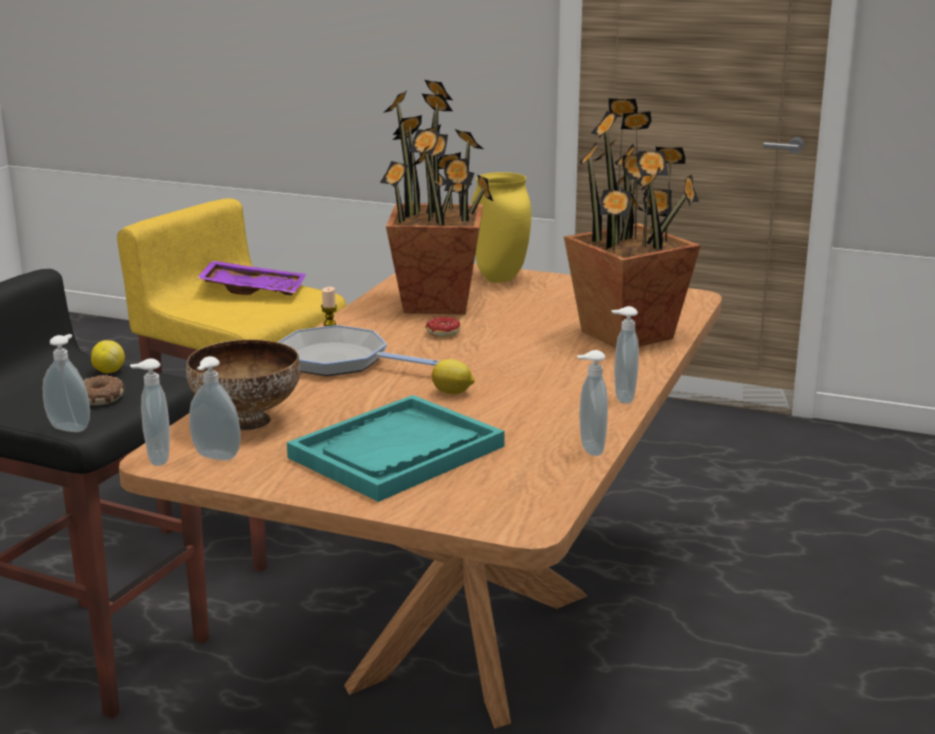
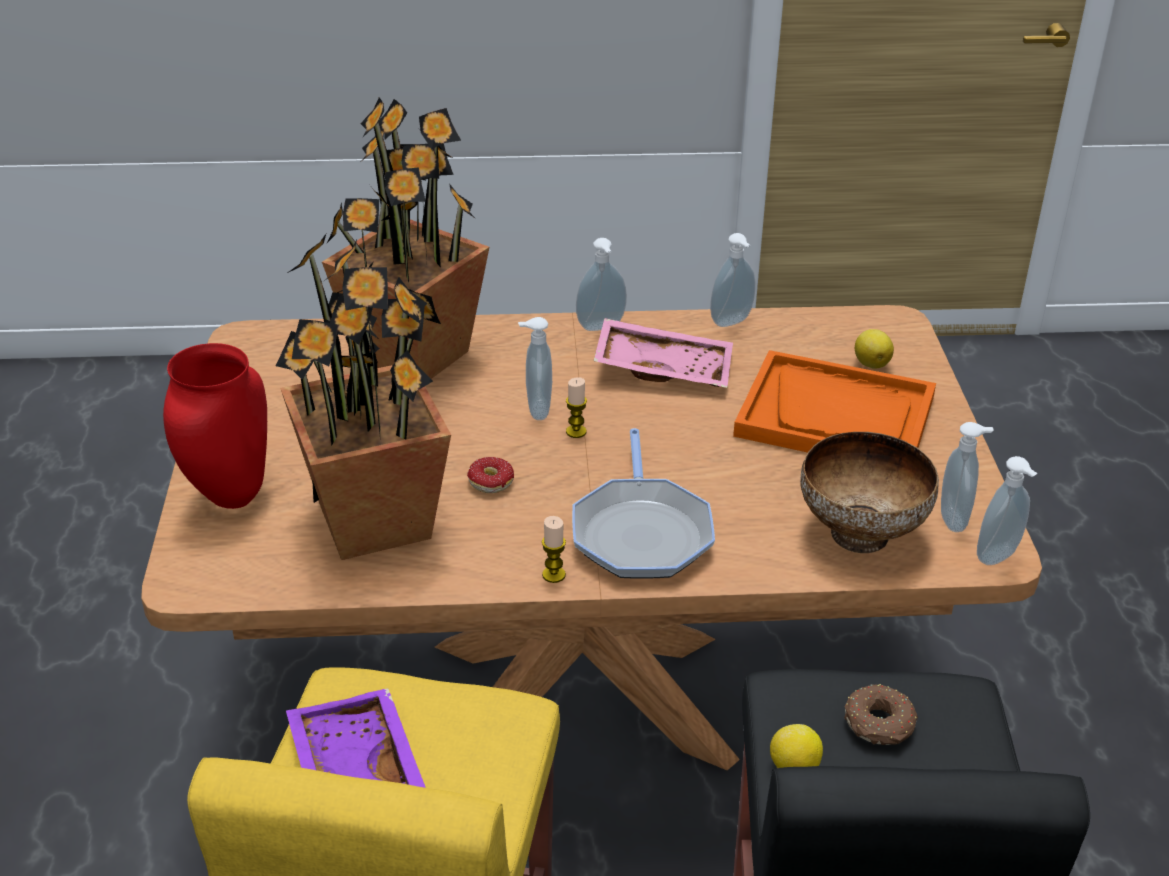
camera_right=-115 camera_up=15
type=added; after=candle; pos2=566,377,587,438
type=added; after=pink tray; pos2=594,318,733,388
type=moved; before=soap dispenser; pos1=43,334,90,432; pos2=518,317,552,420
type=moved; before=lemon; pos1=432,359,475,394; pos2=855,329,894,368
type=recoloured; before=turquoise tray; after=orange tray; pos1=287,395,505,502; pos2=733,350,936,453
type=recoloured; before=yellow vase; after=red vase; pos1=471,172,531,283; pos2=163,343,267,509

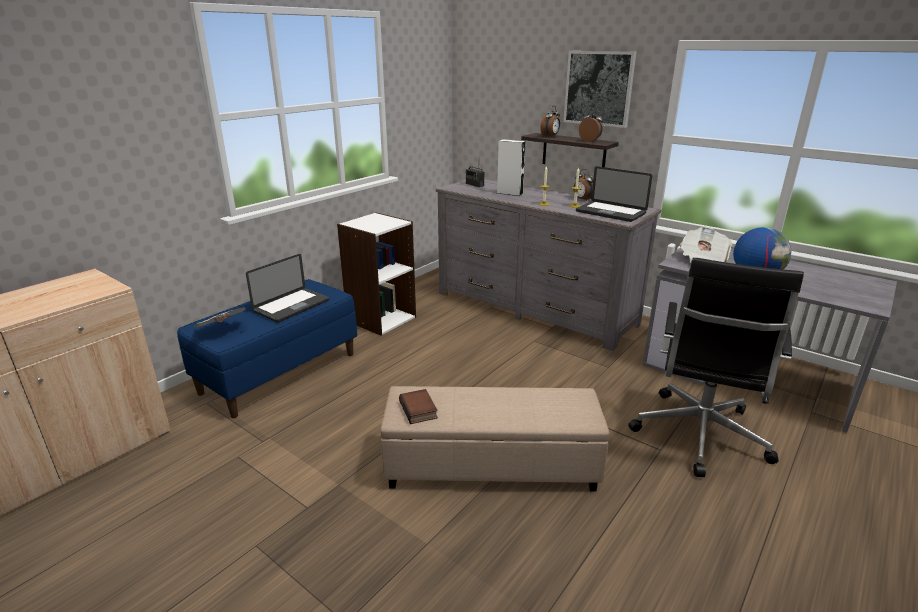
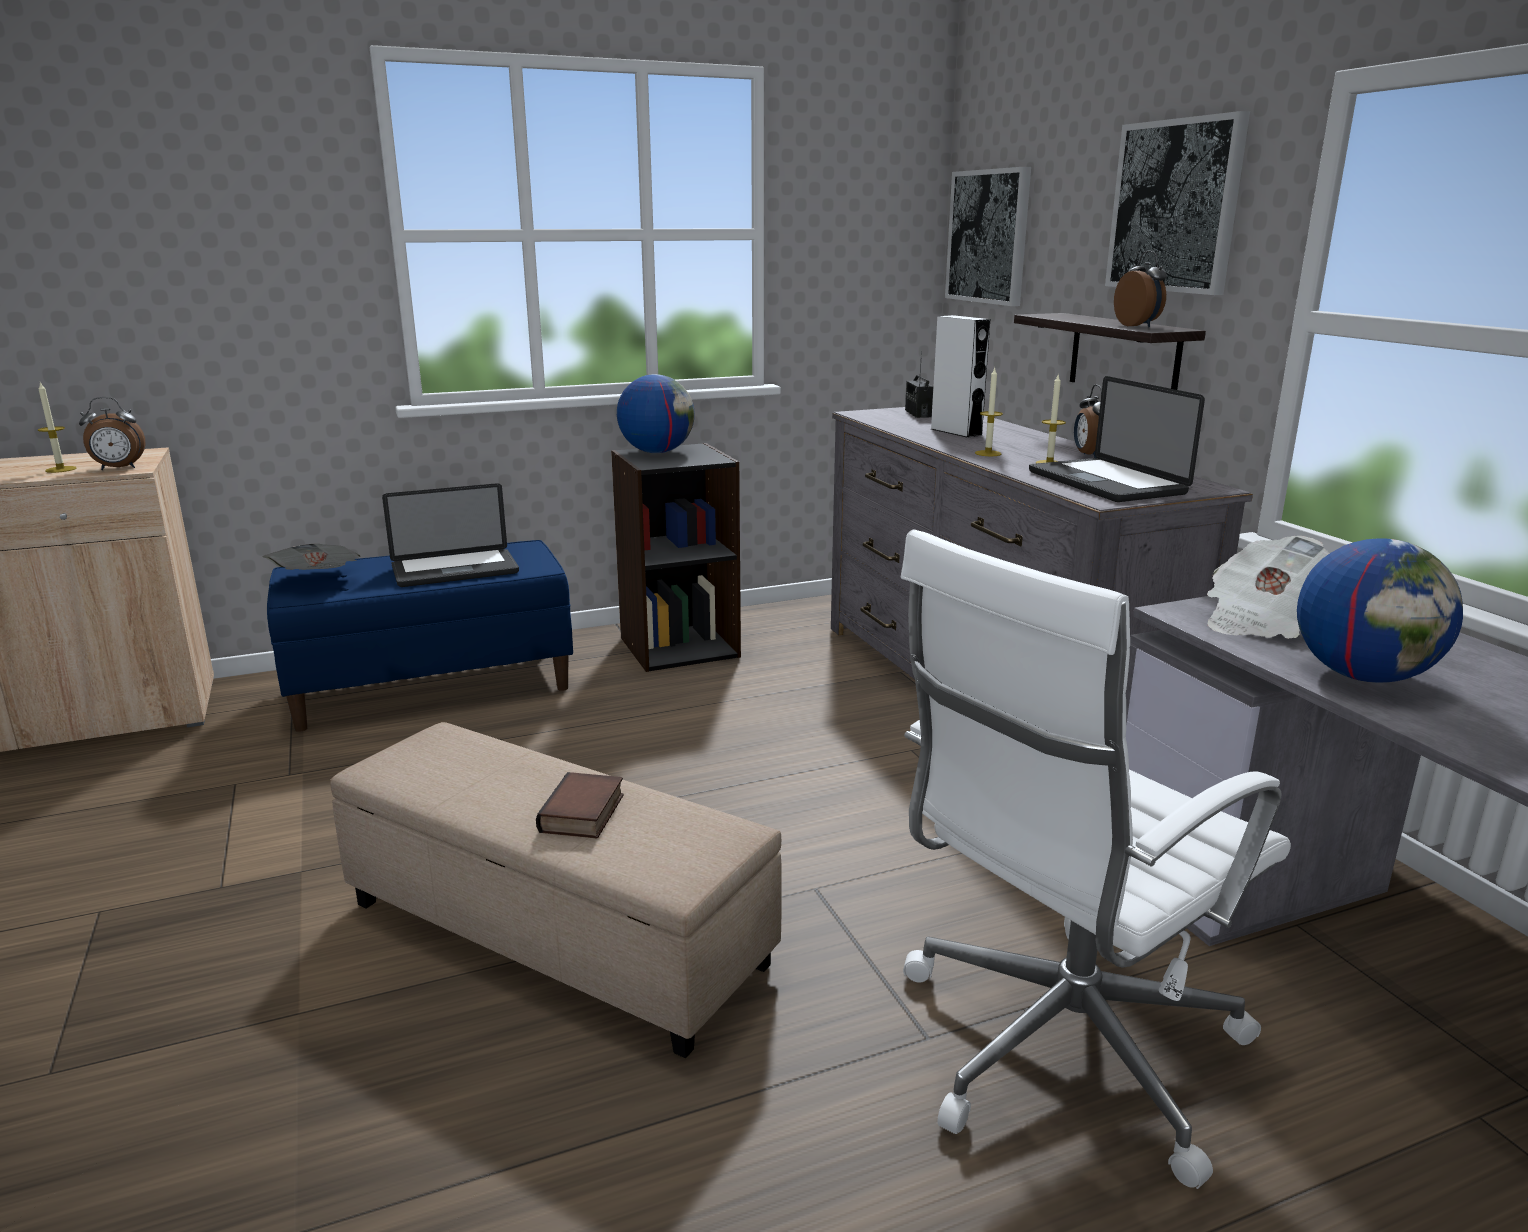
camera_right=30 camera_up=-5
type=added; after=candle; pos2=38,382,77,473
type=added; after=globe; pos2=617,374,695,453
type=added; after=picture; pos2=945,167,1031,306
type=moved; before=book; pos1=399,389,438,424; pos2=536,772,624,839
type=moved; before=alarm clock; pos1=541,106,560,137; pos2=79,397,146,470
type=recoloured; before=white bookcase; after=black bookcase; pos1=337,212,416,336; pos2=611,443,741,672
type=recoloured; before=black office chair; after=white office chair; pos1=628,257,804,477; pos2=901,529,1291,1189

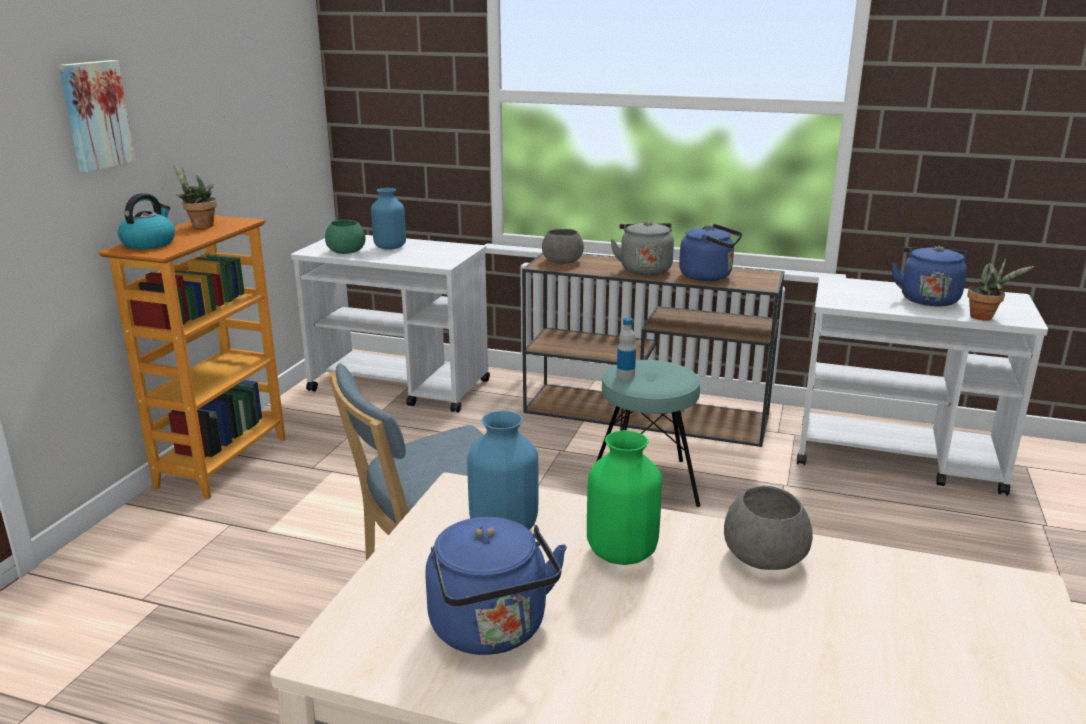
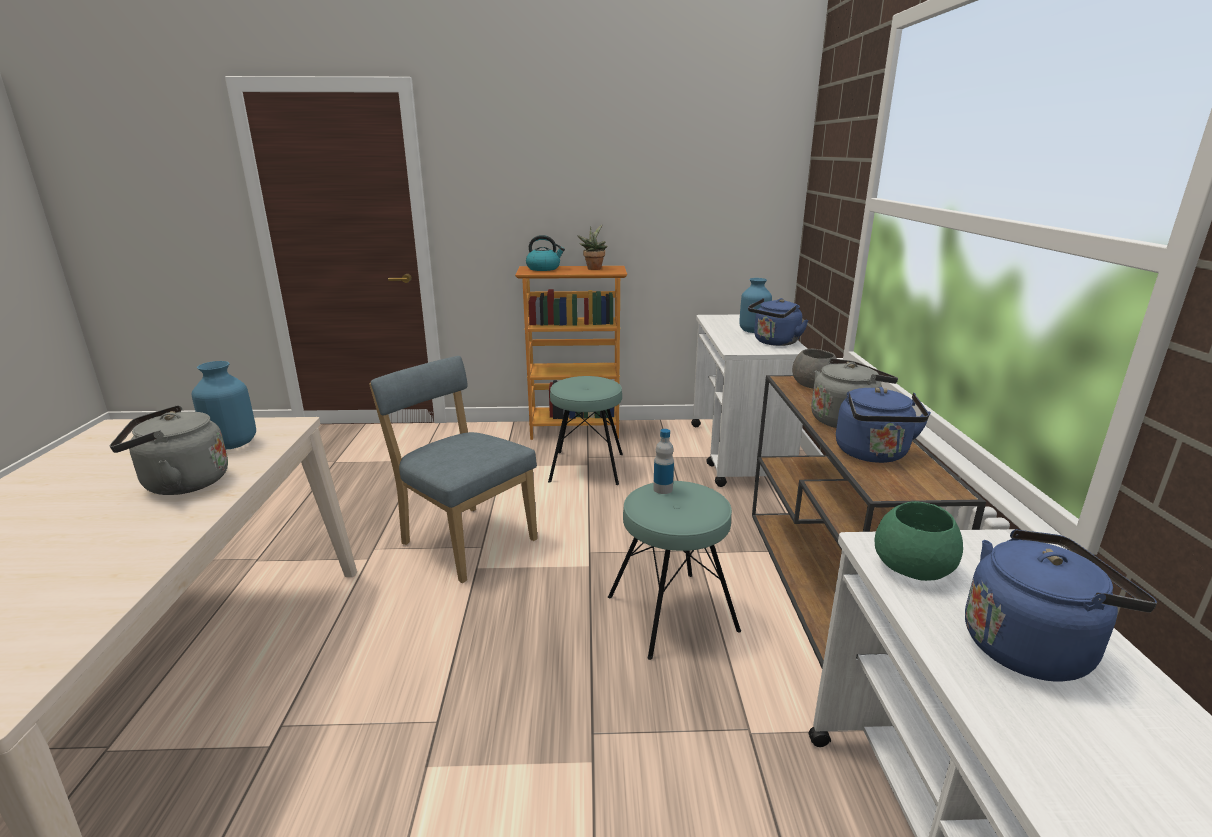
camera_right=70 camera_up=0
type=removed; before=picture; pos1=59,60,136,172
type=removed; before=grey bowl; pos1=724,486,813,570
type=removed; before=potted plant; pos1=967,258,1034,321
type=added; after=turquoise stool; pos2=548,376,623,485
type=moved; before=green bowl; pos1=325,219,365,254; pos2=874,501,963,581
type=moved; before=blue kettle; pos1=425,517,567,655; pos2=748,298,808,346
type=replaced; before=green vase; after=grey kettle; pos1=587,430,662,565; pos2=110,405,228,495

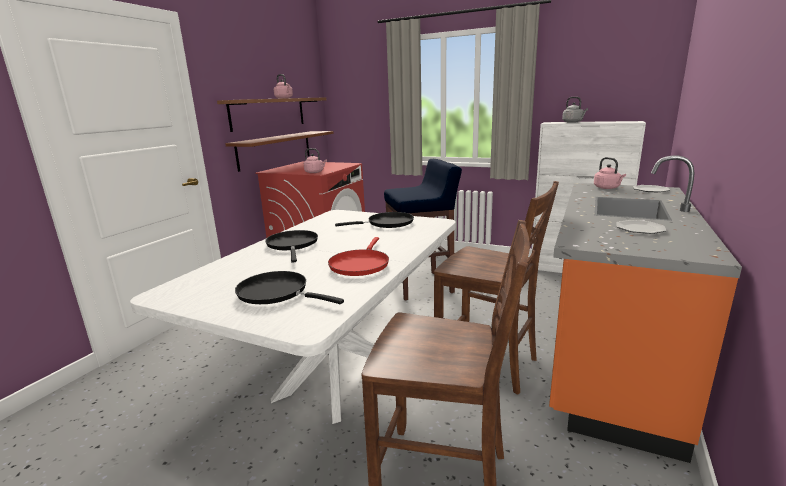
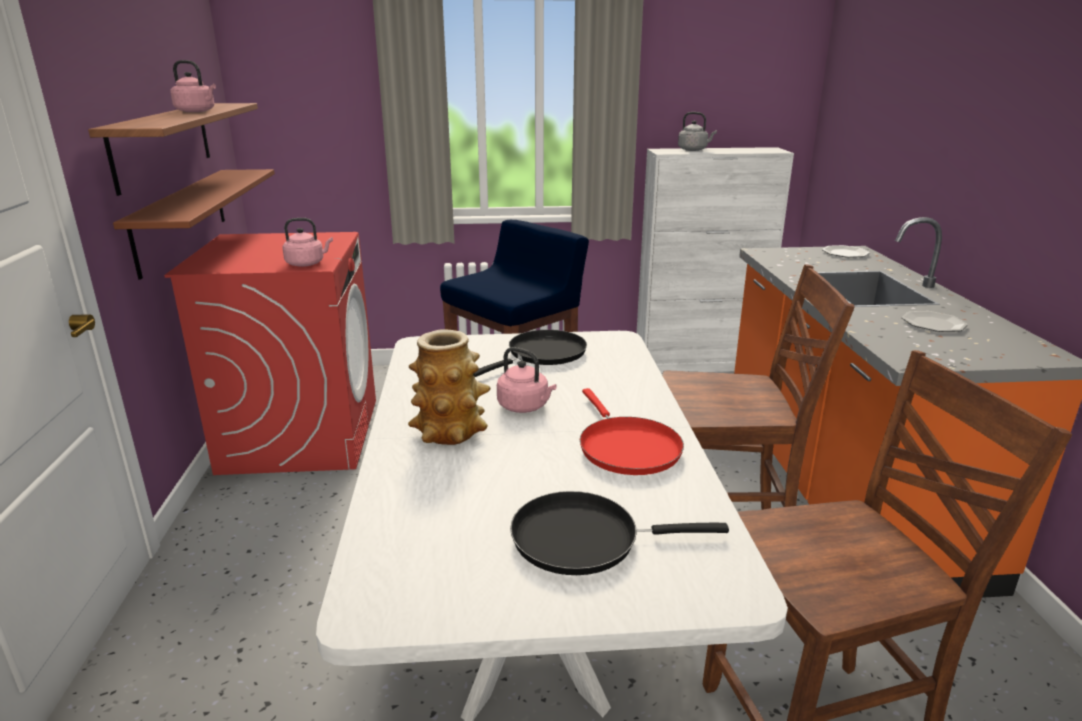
camera_right=-30 camera_up=5
type=moved; before=pink kettle; pos1=594,157,626,189; pos2=497,347,557,413
type=replaced; before=black frying pan; after=vase; pos1=265,230,318,263; pos2=408,330,491,445

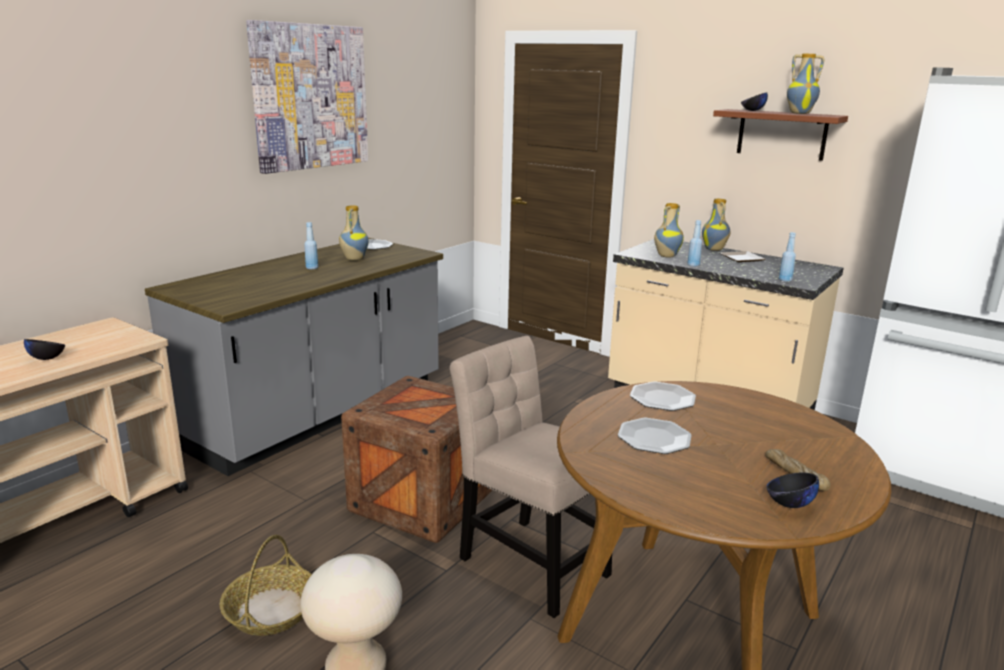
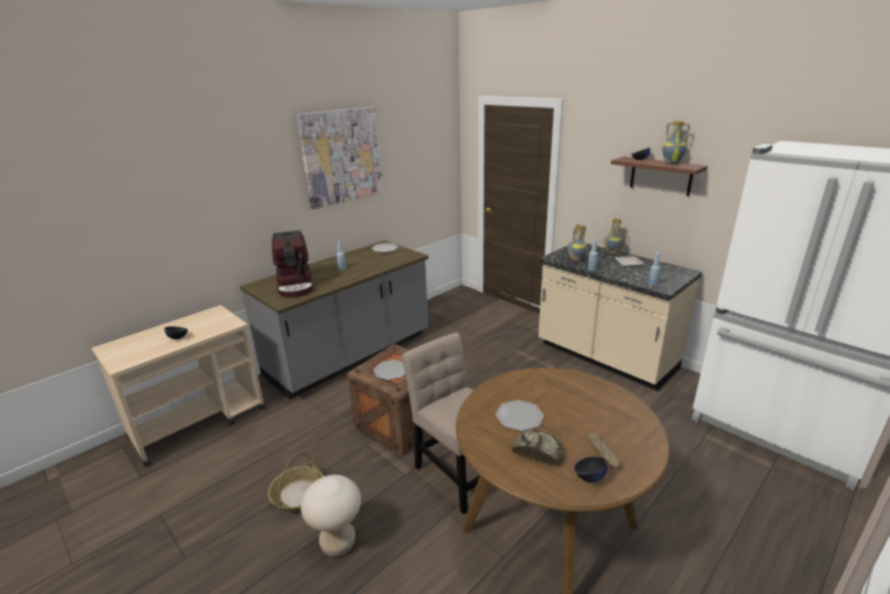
camera_right=10 camera_up=5
type=removed; before=vase; pos1=339,205,369,261
type=added; after=coffee machine; pos2=272,230,313,298
type=added; after=bread; pos2=512,430,564,466
type=moved; before=plate; pos1=630,382,696,411; pos2=373,360,405,380

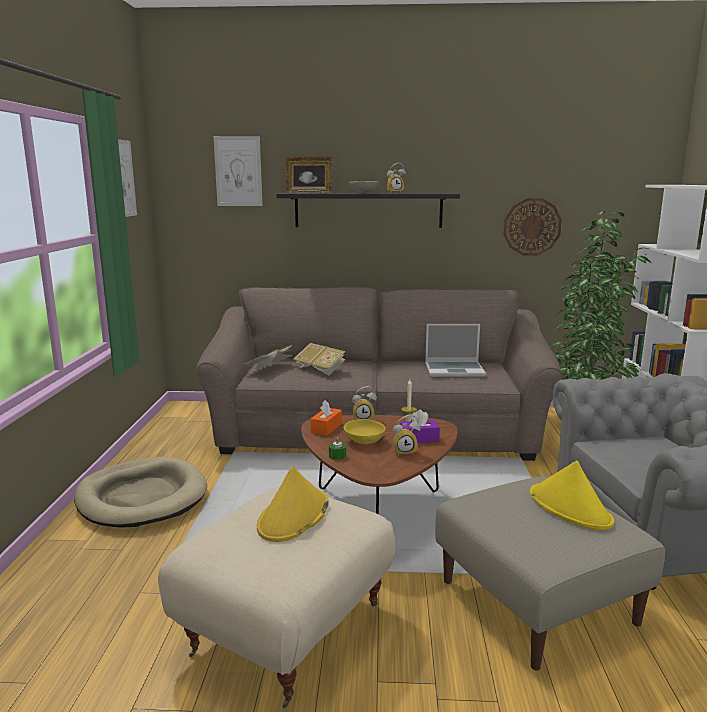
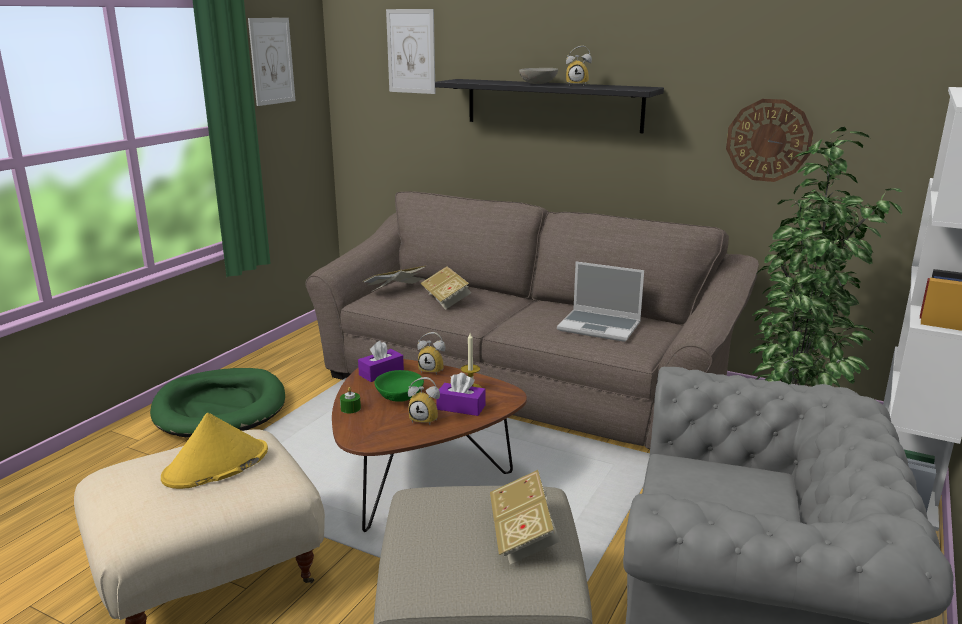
camera_right=25 camera_up=5
type=removed; before=picture frame; pos1=285,157,332,193
type=replaced; before=yellow hat; after=book; pos1=530,460,614,530; pos2=490,470,560,564
type=recoloured; before=beige dog bed; after=green dog bed; pos1=74,457,207,528; pos2=150,368,285,437
type=recoloured; before=orange tissue box; after=purple tissue box; pos1=310,400,342,436; pos2=358,341,404,382
type=recoloured; before=yellow bowl; after=green bowl; pos1=343,419,386,444; pos2=374,370,424,402

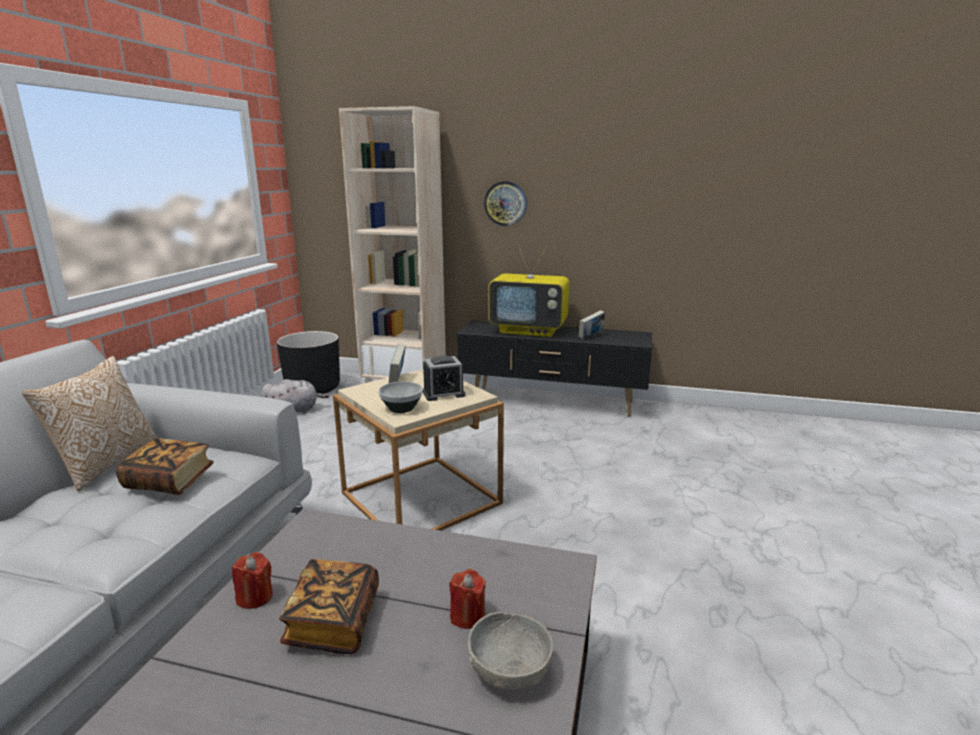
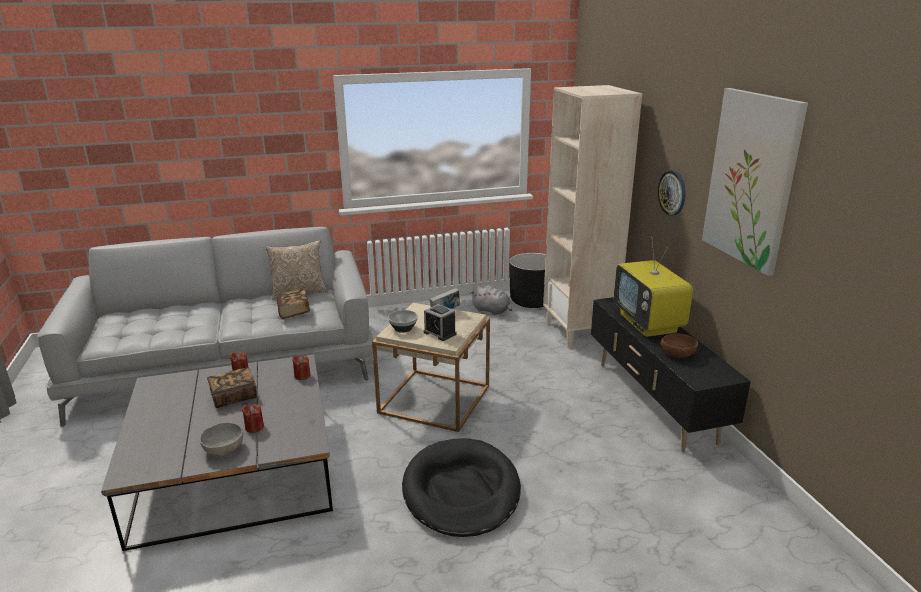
camera_right=60 camera_up=5
type=added; after=red candle; pos2=292,355,310,380
type=added; after=black dog bed; pos2=402,438,521,537
type=added; after=picture; pos2=702,88,808,276
type=replaced; before=book; after=brown bowl; pos1=579,310,605,339; pos2=660,334,698,358

